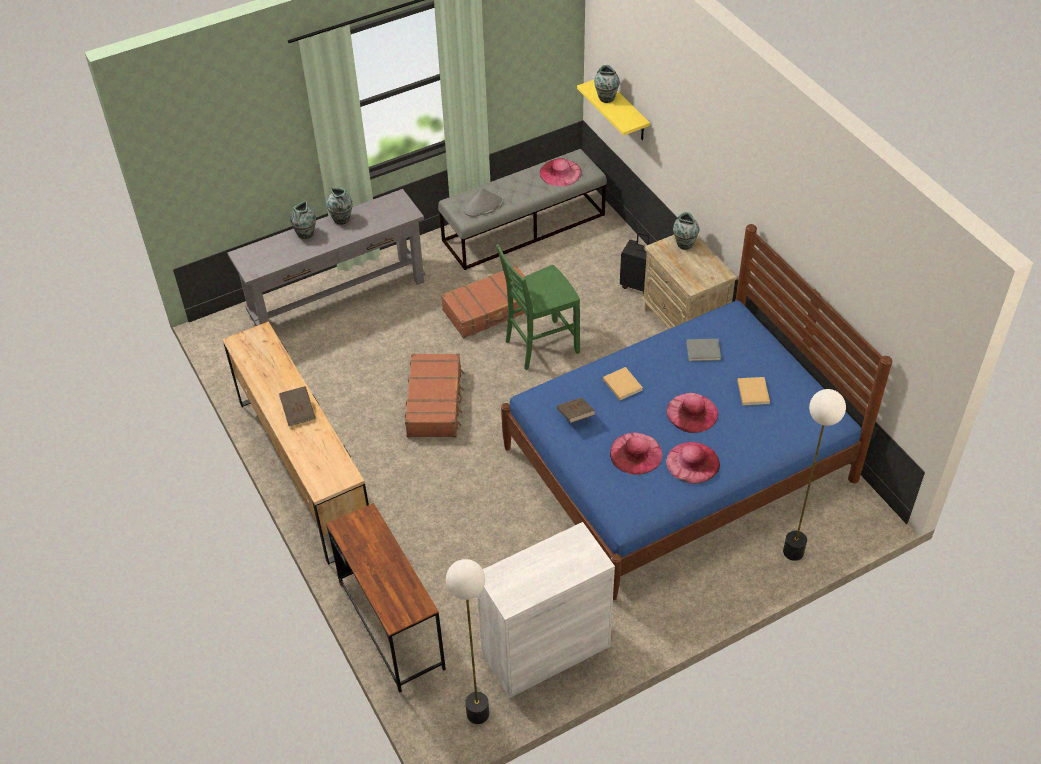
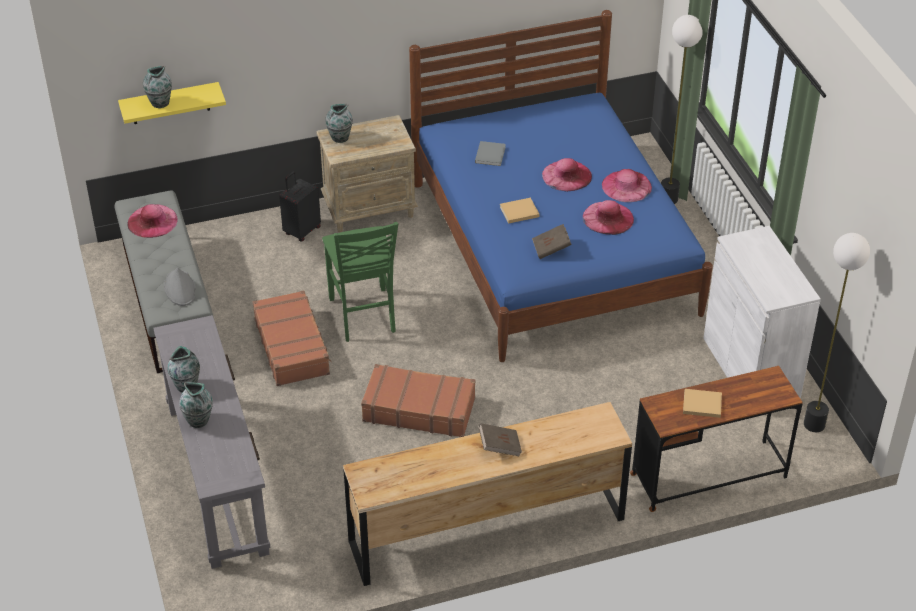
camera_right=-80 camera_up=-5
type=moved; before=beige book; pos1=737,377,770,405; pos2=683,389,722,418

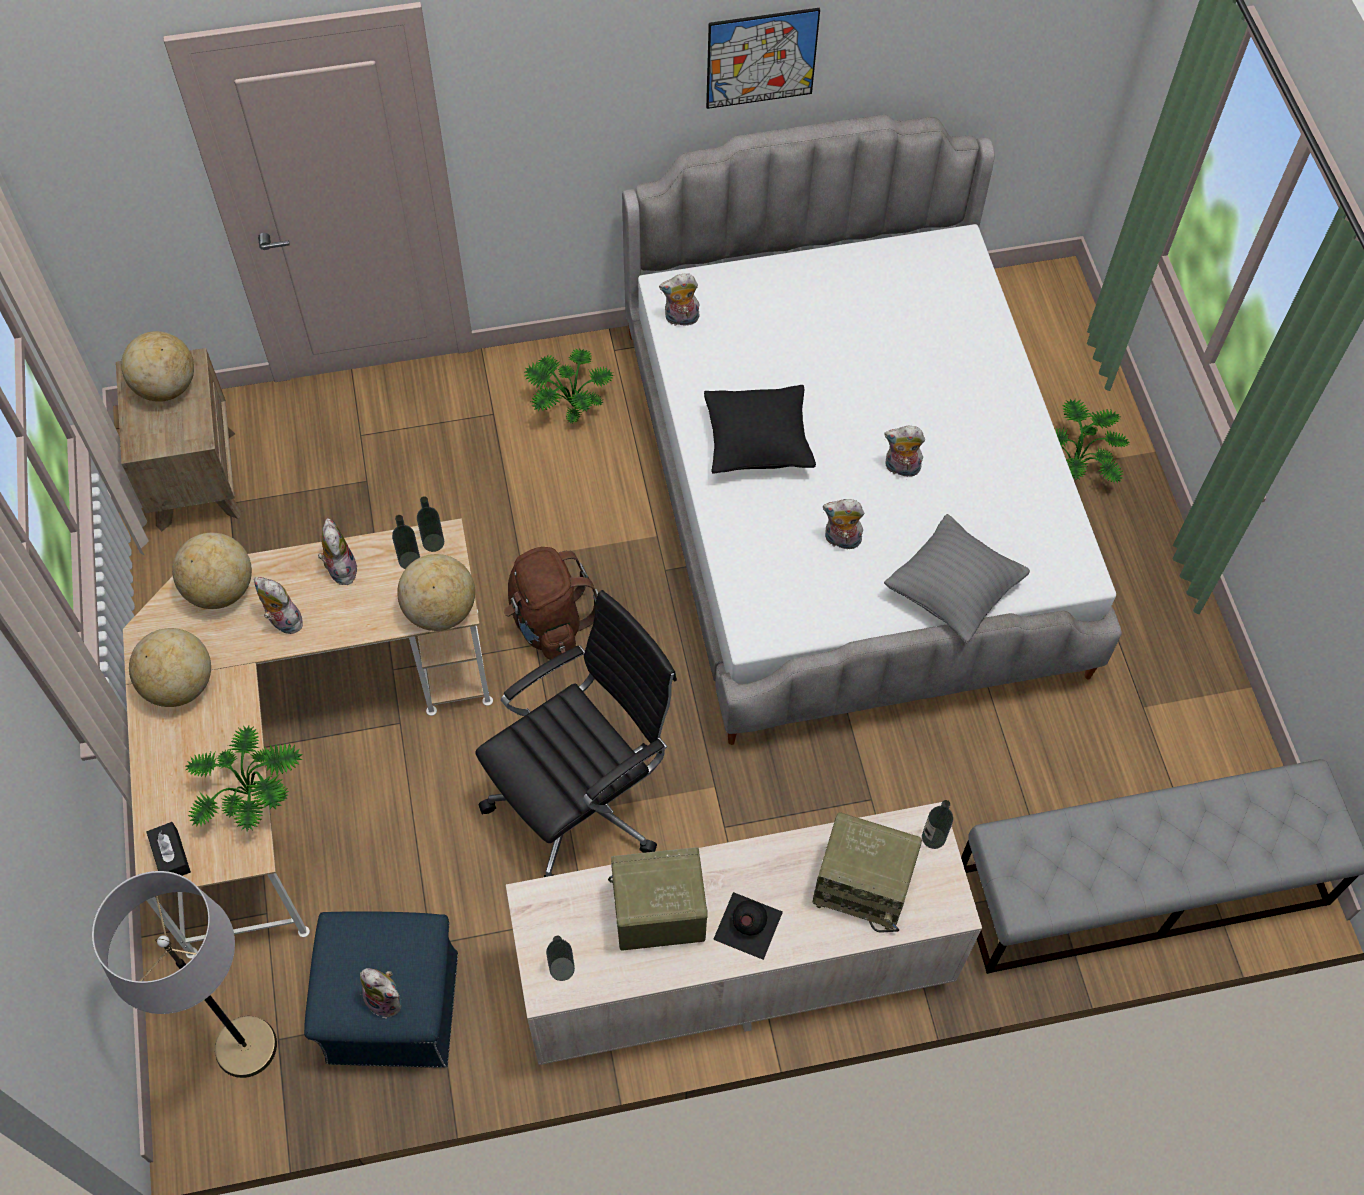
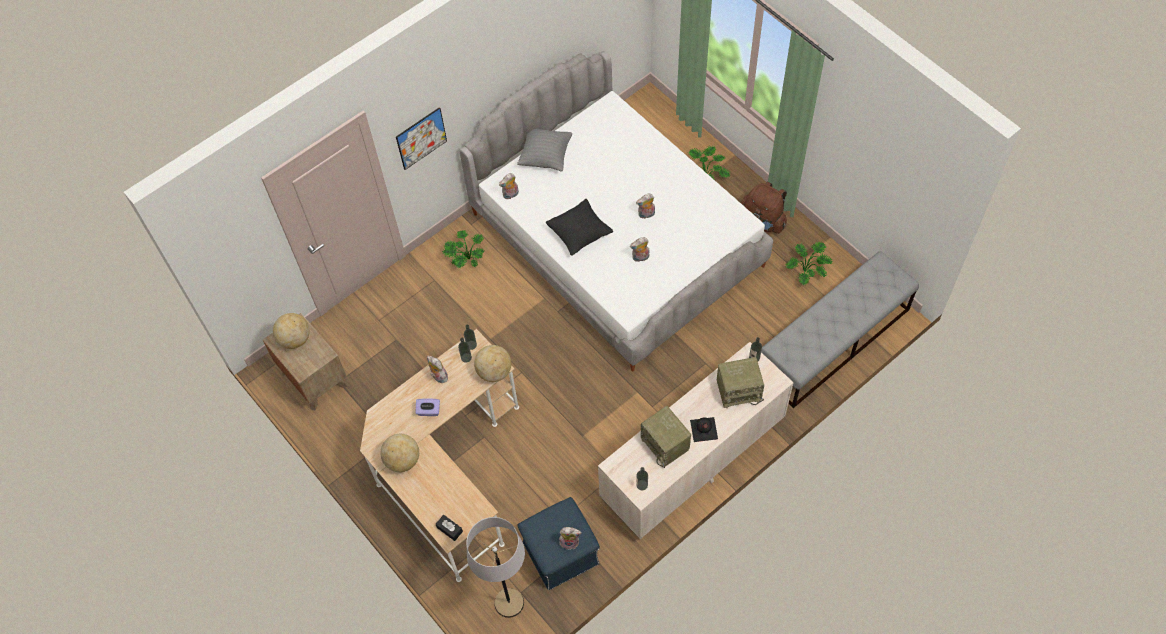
camera_right=-25 camera_up=0
type=removed; before=globe; pos1=172,533,252,609
type=removed; before=black office chair; pos1=475,590,677,877
type=moved; before=potted plant; pos1=186,725,303,831; pos2=786,241,833,286
type=moved; before=brown backpack; pos1=504,547,598,660; pos2=741,182,787,234
type=moved; before=picture; pos1=706,8,820,109; pos2=396,107,447,170
type=moved; before=grey pillow; pos1=884,514,1030,643; pos2=517,129,572,172
type=replaced; before=plush toy; after=purple tissue box; pos1=254,577,303,634; pos2=415,398,440,416
type=turned; before=radio; pos1=608,847,708,951; pos2=641,406,691,468; turn=-90

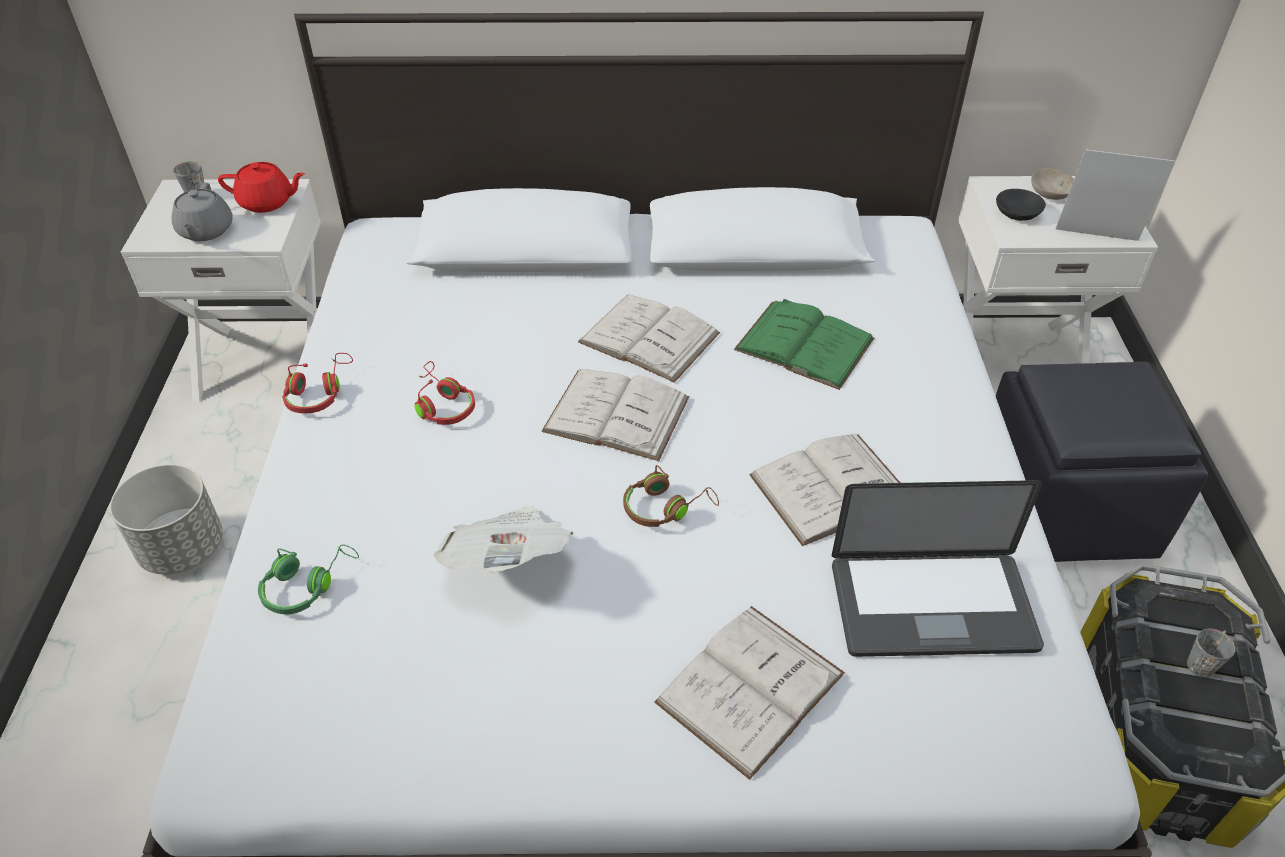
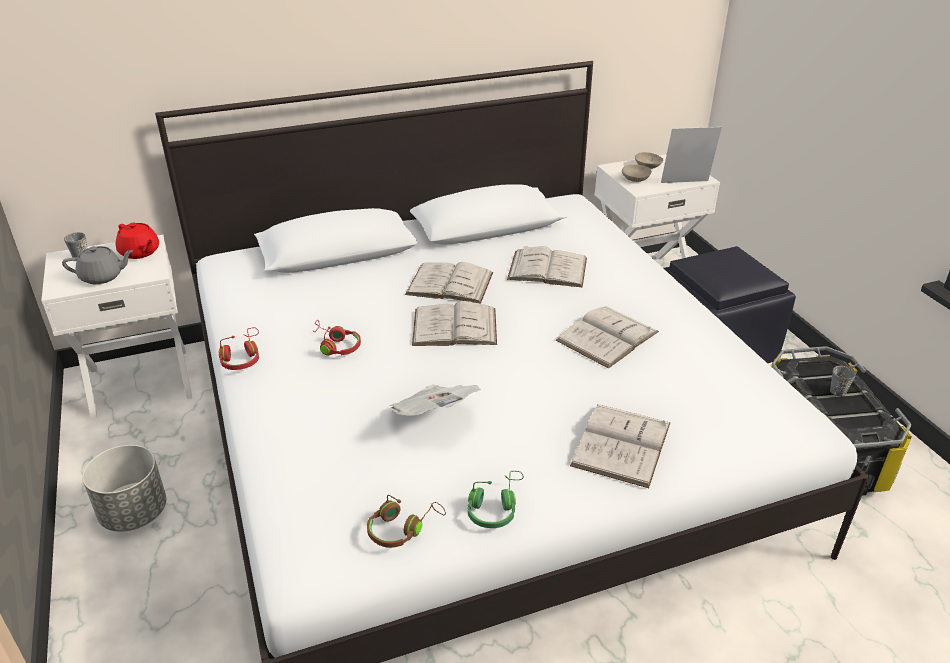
camera_right=-20 camera_up=-10
type=removed; before=laptop; pos1=832,480,1044,657
type=moved; before=green headphones; pos1=258,544,359,614; pos2=468,471,524,528
type=moved; before=brown headphones; pos1=623,465,719,527; pos2=367,495,446,548
type=recoloured; before=green book; after=white book; pos1=734,299,874,390; pos2=507,246,587,288
type=recoloured; before=black bowl; after=beige bowl; pos1=996,189,1046,221; pos2=622,165,652,182
type=turned; before=grey teapot; pos1=172,183,233,241; pos2=62,246,134,284; turn=-75
type=turned; before=red teapot; pos1=218,162,305,213; pos2=116,223,159,259; turn=60

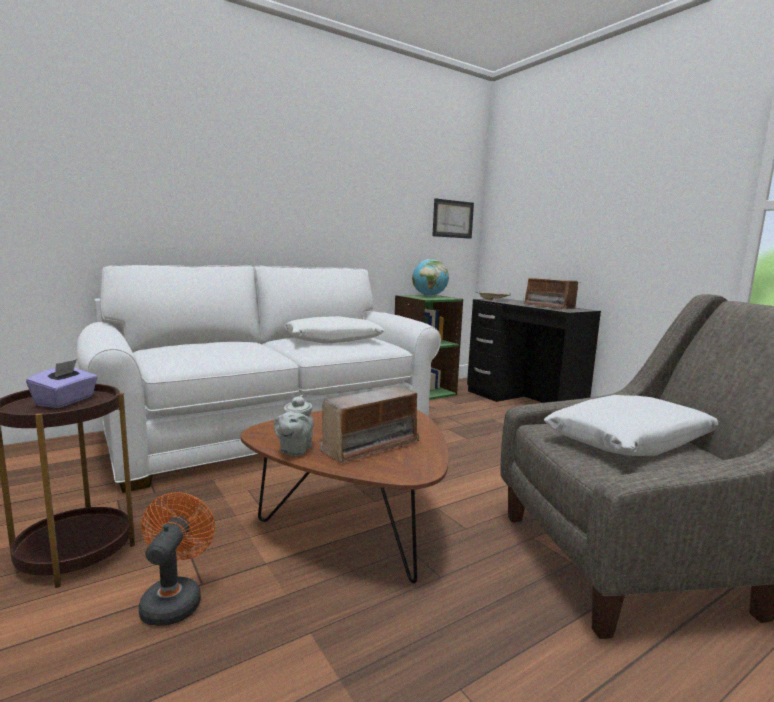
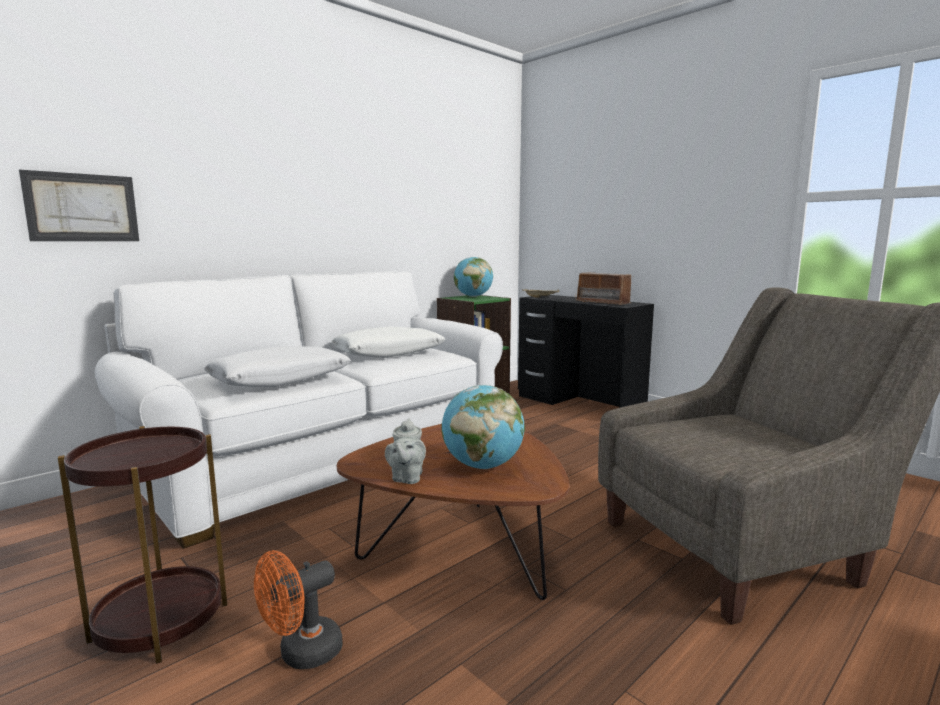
camera_right=-10 camera_up=0
type=removed; before=purple tissue box; pos1=26,359,98,408
type=moved; before=picture; pos1=432,198,474,239; pos2=19,170,139,241
type=moved; before=white pillow; pos1=544,395,718,456; pos2=204,346,351,387
type=replaced; before=radio; after=globe; pos1=320,386,419,464; pos2=441,385,525,469
type=turned; before=orange fan; pos1=139,492,215,626; pos2=254,550,343,669; turn=-120

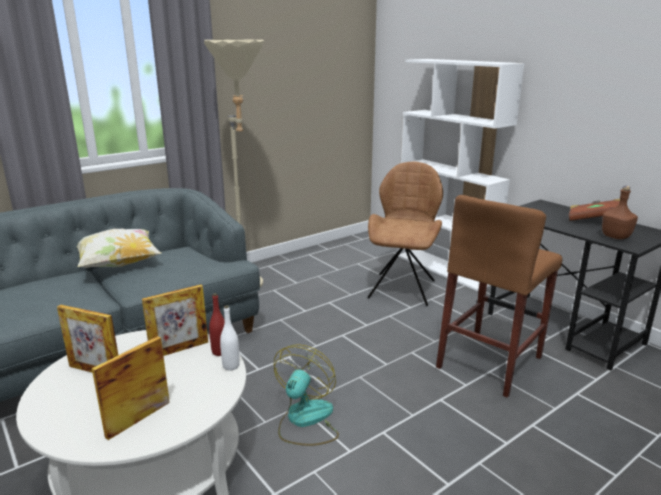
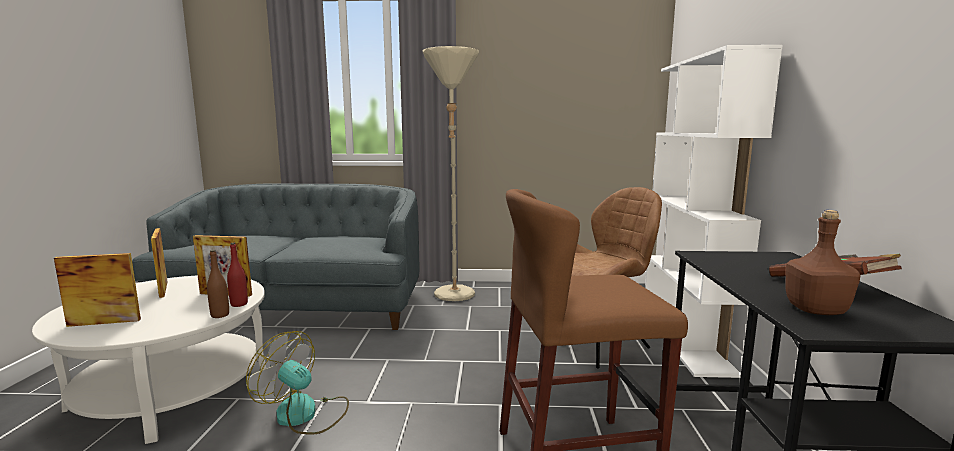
camera_right=40 camera_up=-10
type=removed; before=pillow; pos1=77,229,161,268
type=recoloured; before=white bottle; after=brown bottle; pos1=220,306,240,371; pos2=207,250,229,318
type=turned; before=fan; pos1=274,344,339,446; pos2=246,331,349,435; turn=-120

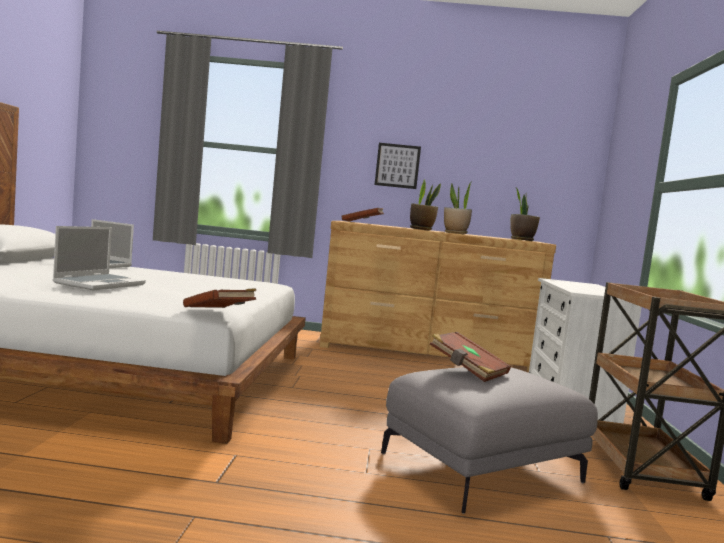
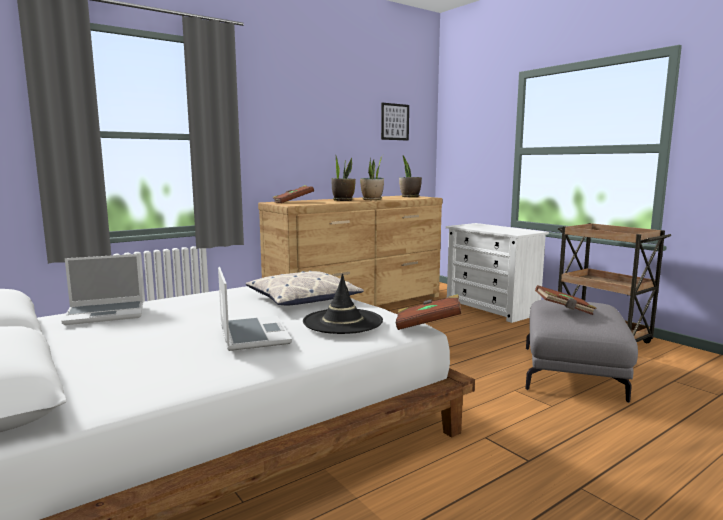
camera_right=-40 camera_up=5
type=added; after=pillow; pos2=246,271,364,305
type=added; after=black hat; pos2=303,274,383,334
type=moved; before=picture; pos1=375,143,421,189; pos2=381,103,409,141

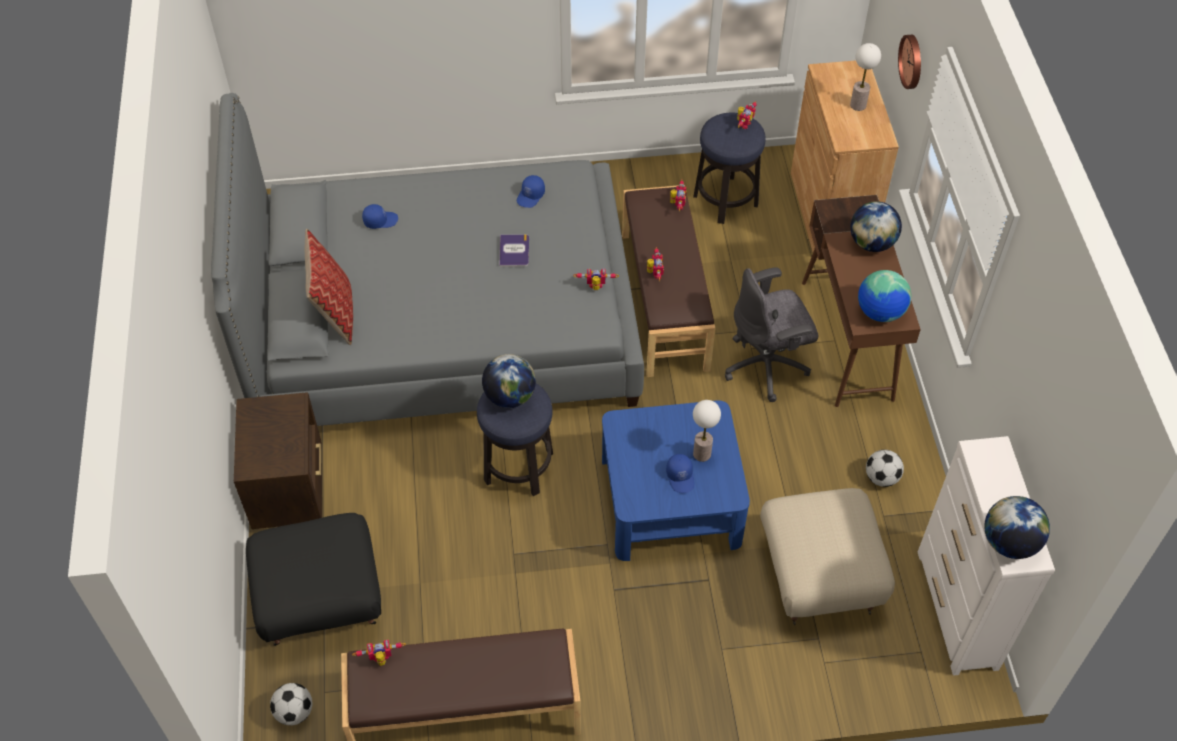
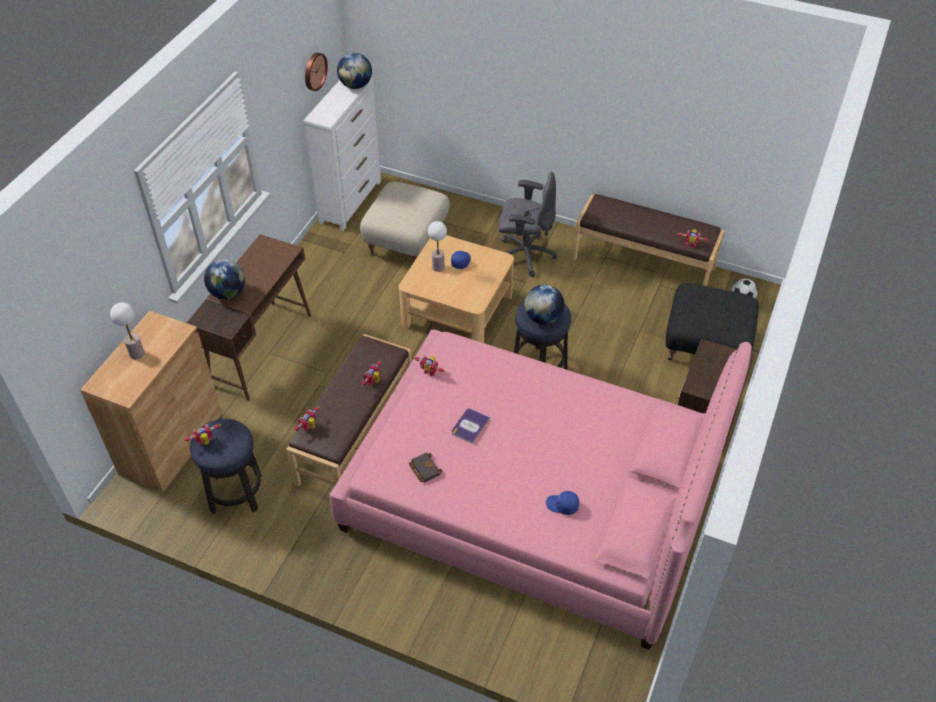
camera_right=-150 camera_up=-5
type=removed; before=pillow; pos1=305,229,353,345
type=removed; before=globe; pos1=858,270,911,322
type=removed; before=football; pos1=866,450,904,487
type=moved; before=grey office chair; pos1=725,267,818,402; pos2=499,172,557,277
type=moved; before=wall clock; pos1=898,35,921,89; pos2=305,52,328,91
type=replaced; before=blue cap; after=black book; pos1=517,175,545,208; pos2=409,452,443,482
type=recoloured; before=grey bed; after=pink bed; pos1=211,93,644,426; pos2=329,330,752,650
type=recoloured; before=blue coffee table; after=beige coffee table; pos1=602,400,750,561; pos2=399,235,514,343

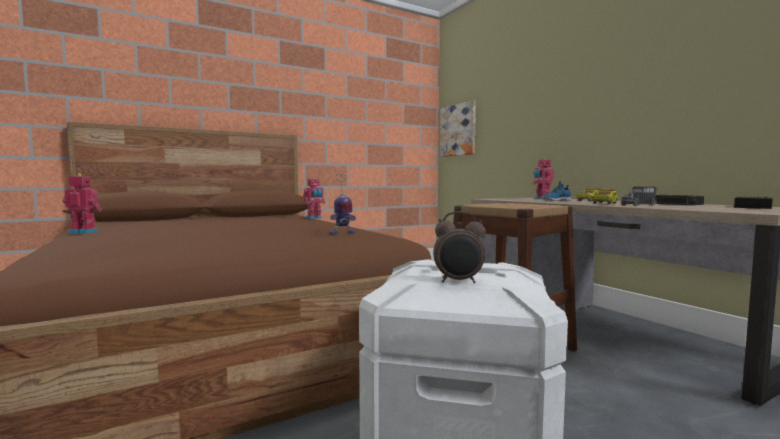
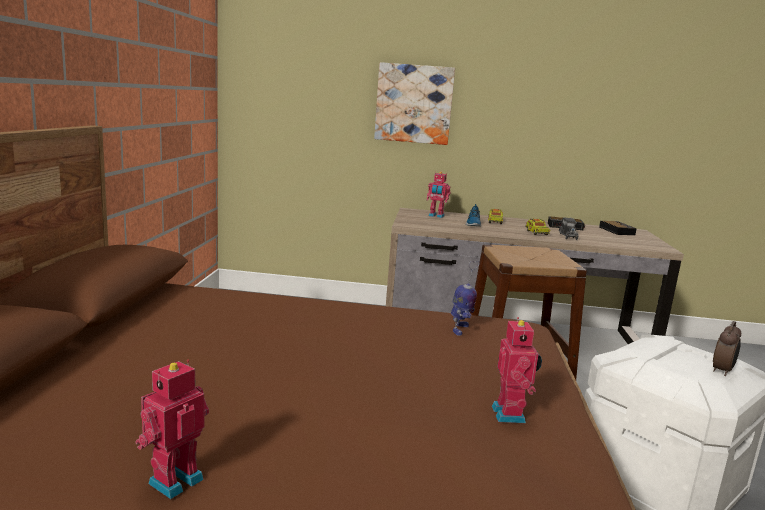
camera_right=-55 camera_up=10
type=moved; before=toy robot; pos1=303,177,325,219; pos2=492,317,542,423
type=moved; before=picture; pos1=440,100,476,157; pos2=374,62,455,145

